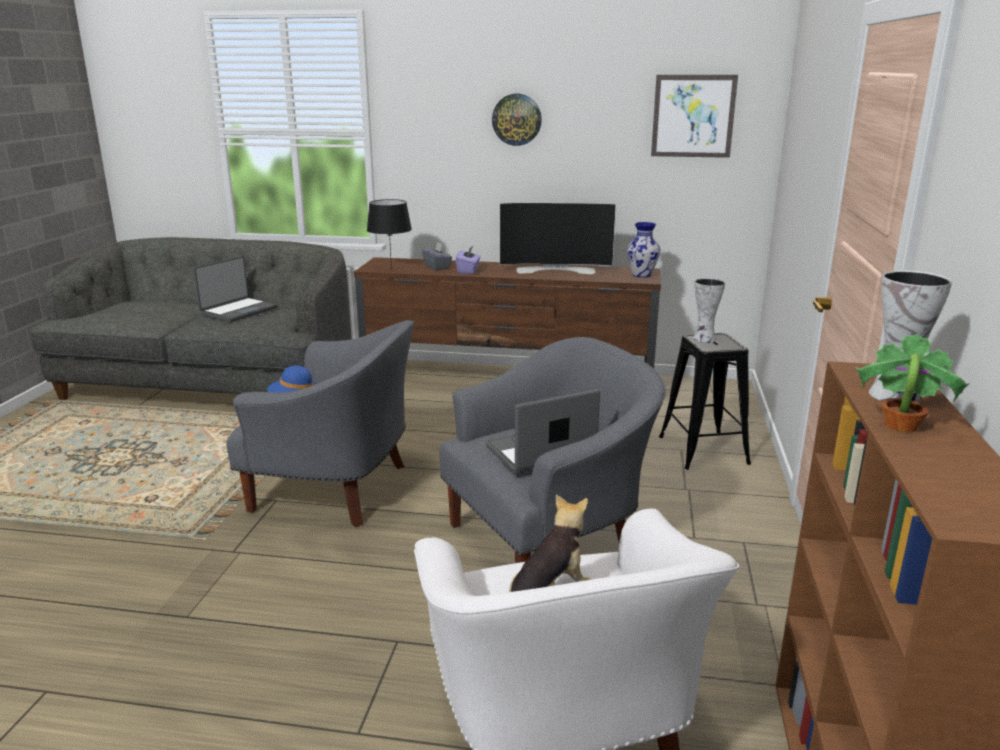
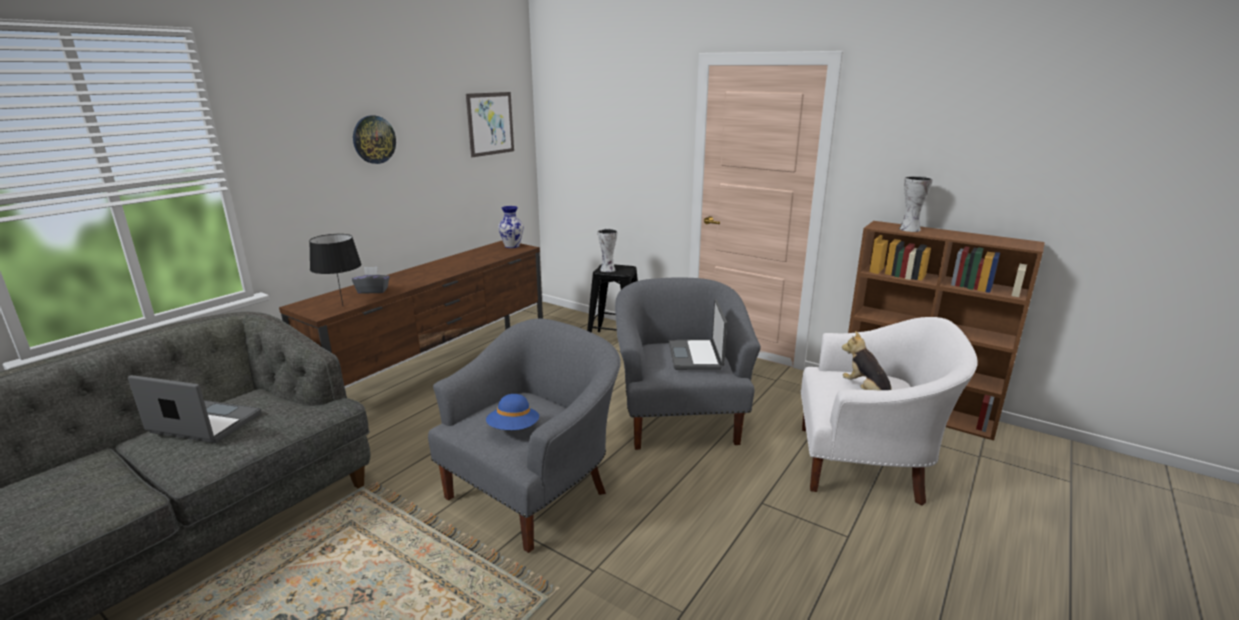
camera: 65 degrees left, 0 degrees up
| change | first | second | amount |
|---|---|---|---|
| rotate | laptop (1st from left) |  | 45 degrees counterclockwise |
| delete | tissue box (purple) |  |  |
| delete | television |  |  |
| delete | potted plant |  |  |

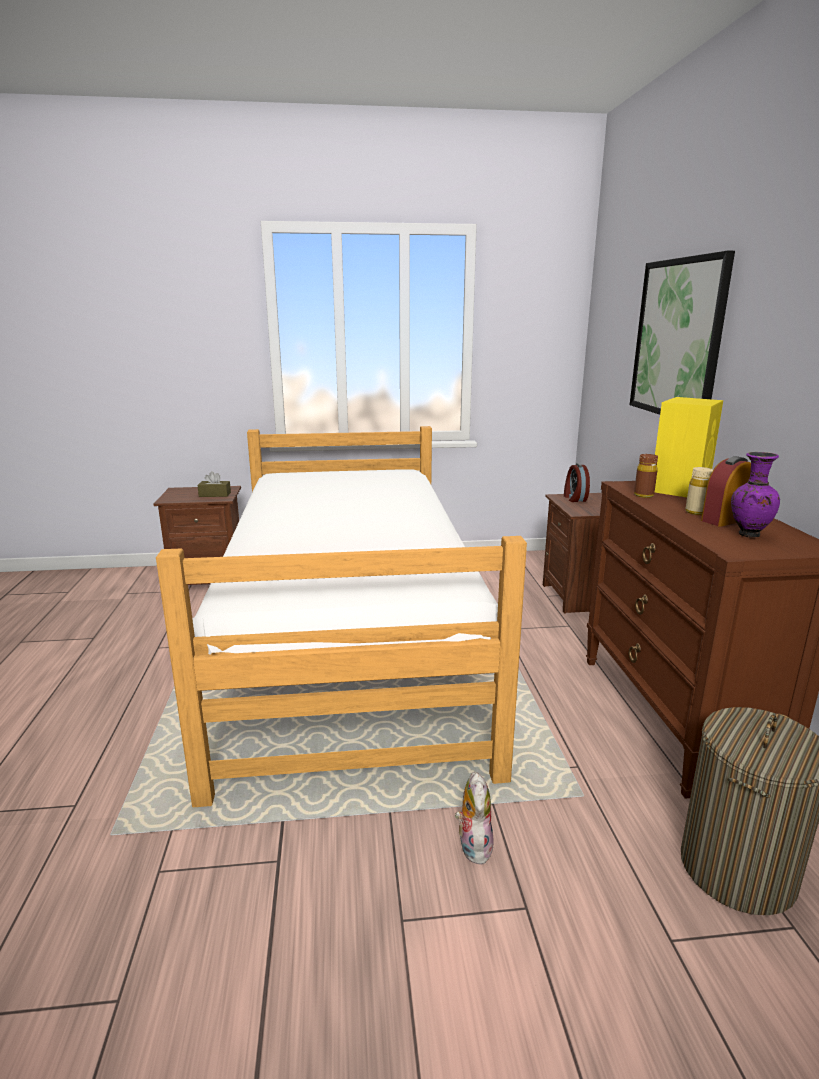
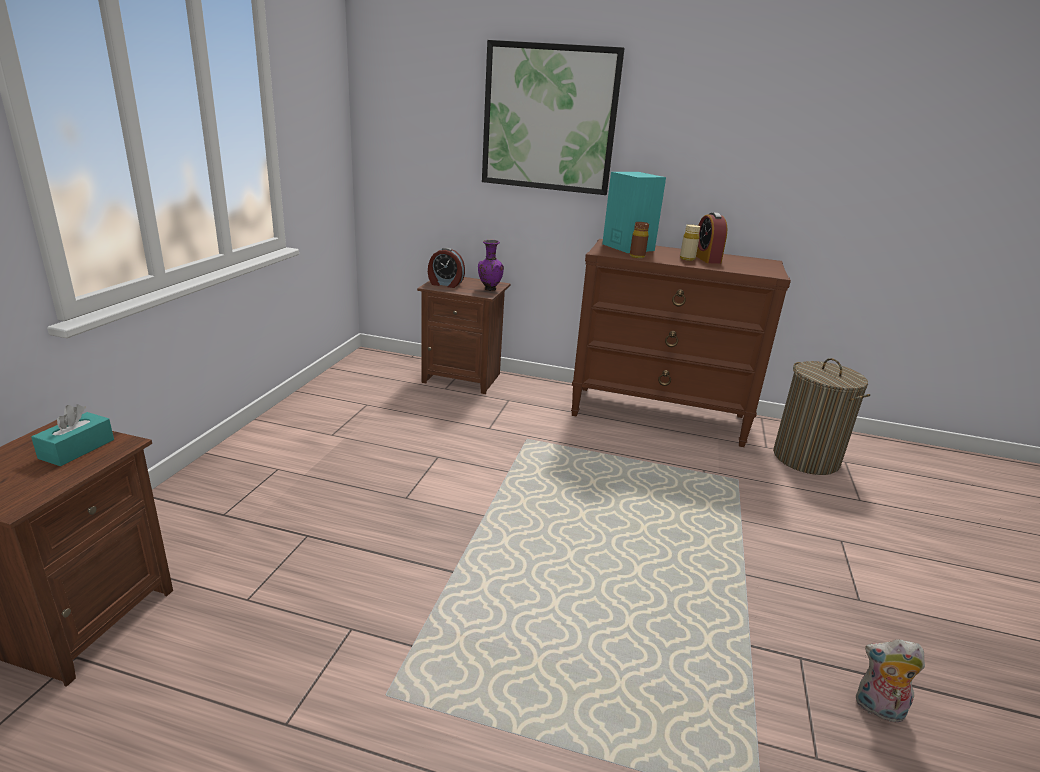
camera: 70 degrees left, 5 degrees up
| change | first | second | amount |
|---|---|---|---|
| recolor | tissue box (brown) | tissue box (turquoise) |  |
| move | vase (purple) |  |  |
| recolor | speaker (yellow) | speaker (turquoise) |  |
| move | plush toy |  |  |
| delete | bed |  |  |

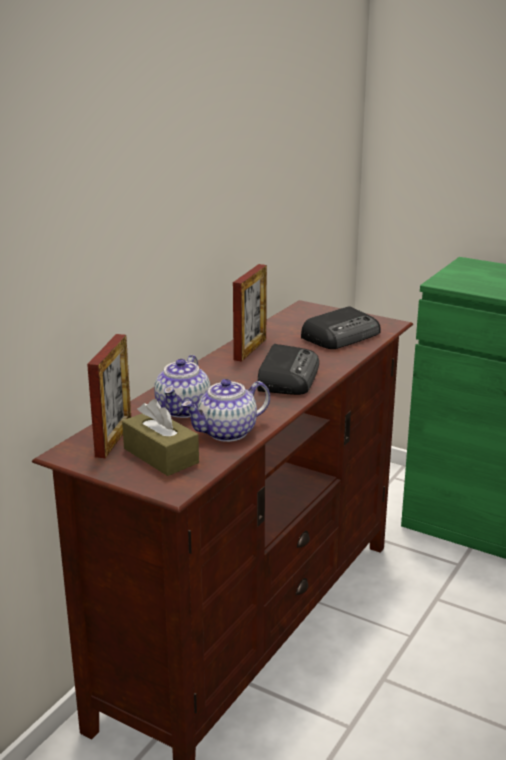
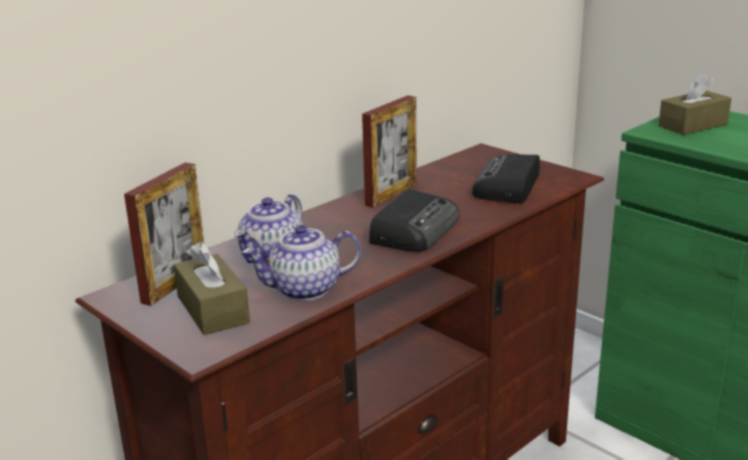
camera: 15 degrees right, 0 degrees up
| change | first | second | amount |
|---|---|---|---|
| rotate | radio (2nd from left) |  | 135 degrees clockwise |
| insert |  | tissue box (brown) (2nd from left) |  |

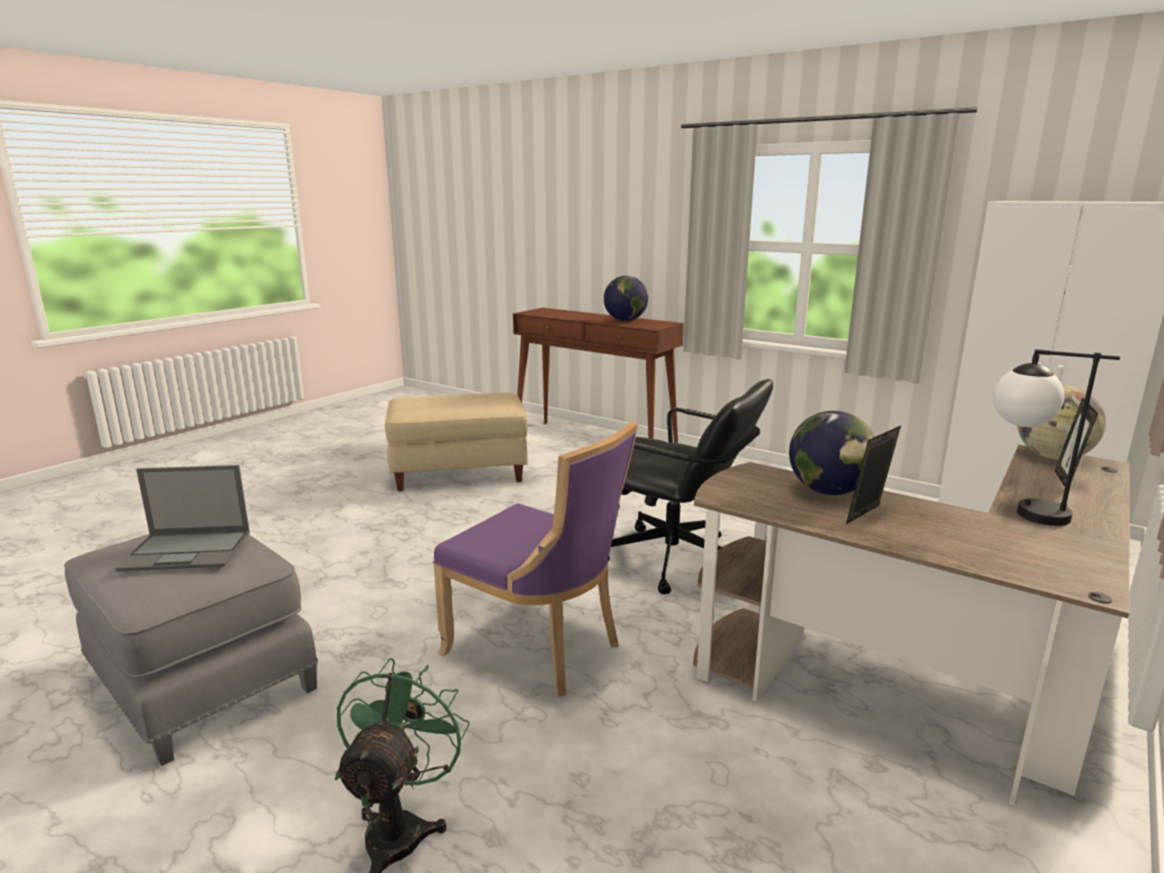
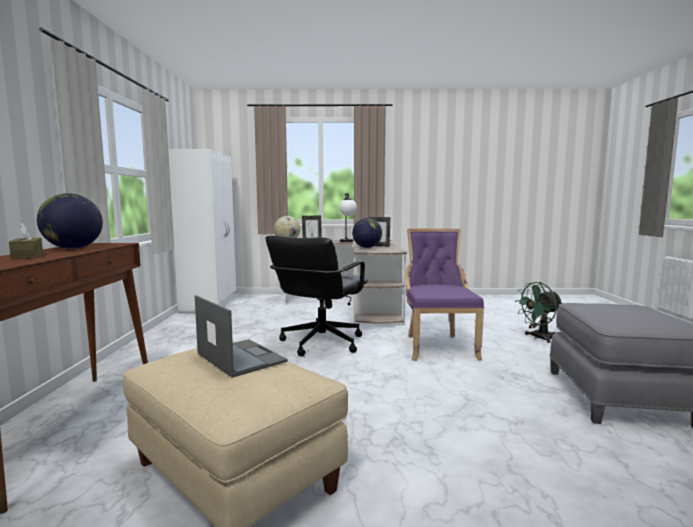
camera: 125 degrees left, 10 degrees down
| change | first | second | amount |
|---|---|---|---|
| insert |  | tissue box (brown) |  |
| move | laptop |  |  |
| rotate | office chair (black) |  | 150 degrees counterclockwise |

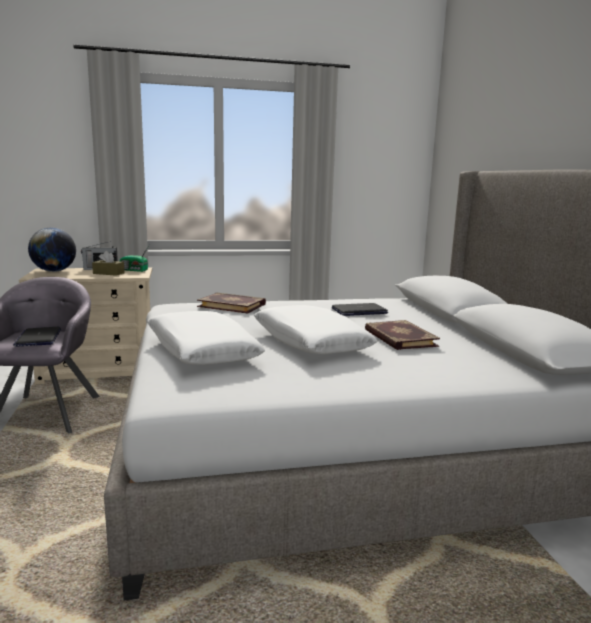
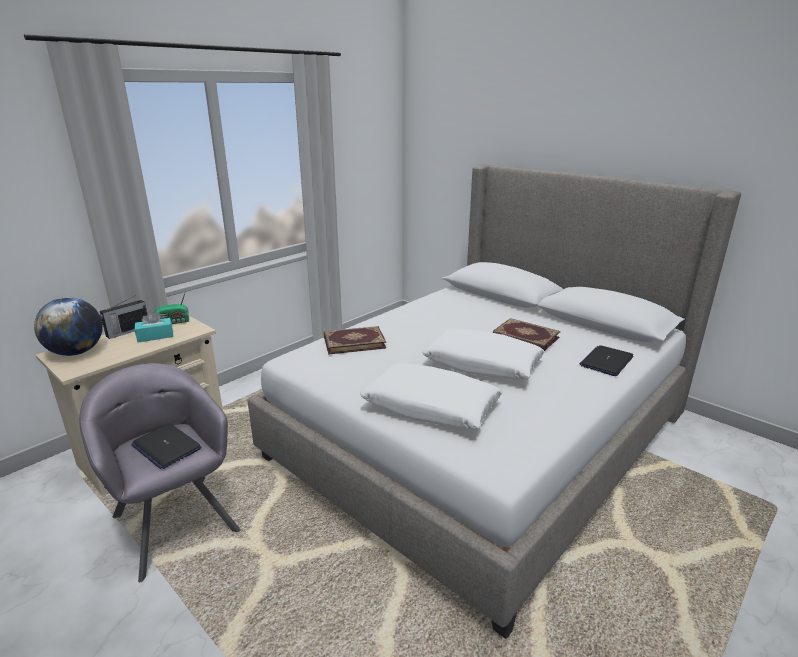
camera: 35 degrees left, 10 degrees up
| change | first | second | amount |
|---|---|---|---|
| recolor | tissue box (brown) | tissue box (turquoise) |  |
| move | laptop (2nd from left) |  |  |

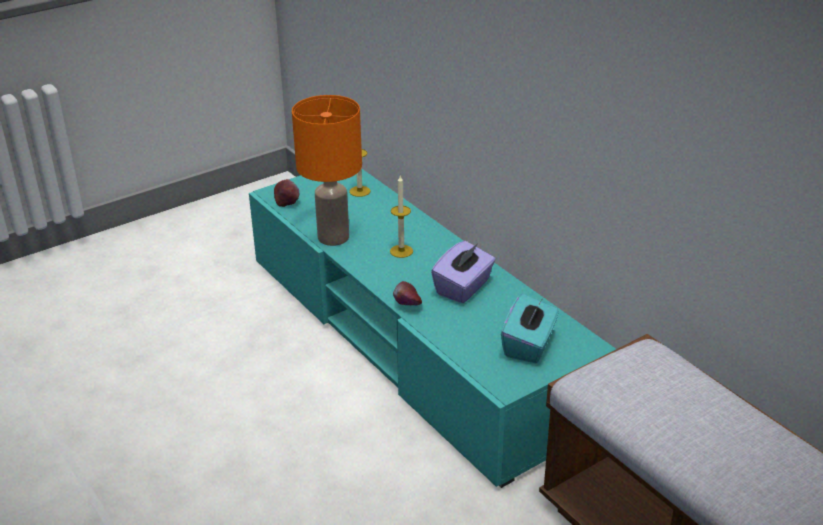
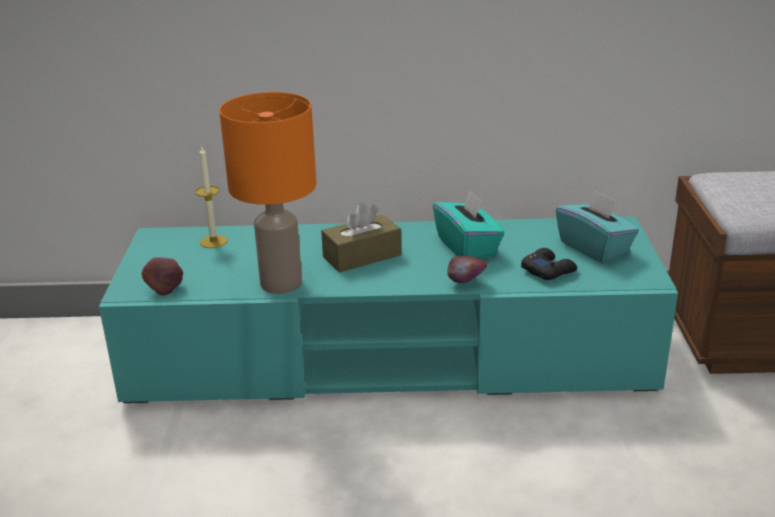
camera: 55 degrees left, 5 degrees down
| change | first | second | amount |
|---|---|---|---|
| replace | candle (2nd from left) | tissue box (brown) |  |
| recolor | tissue box (purple) | tissue box (turquoise) (1st from left) |  |
| insert |  | game controller (black) |  |

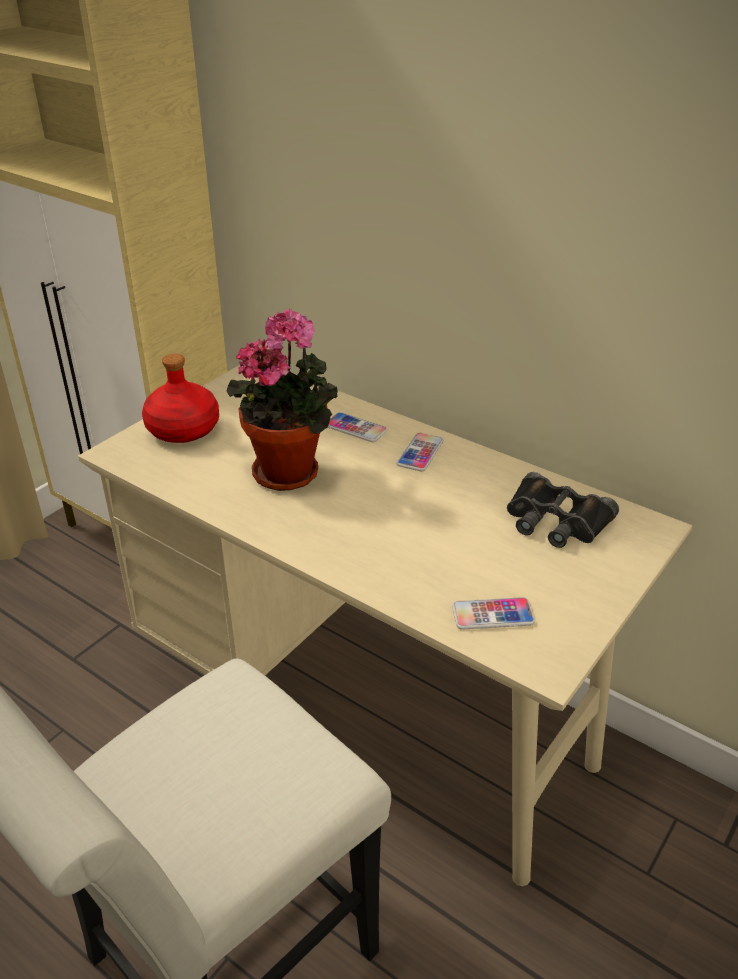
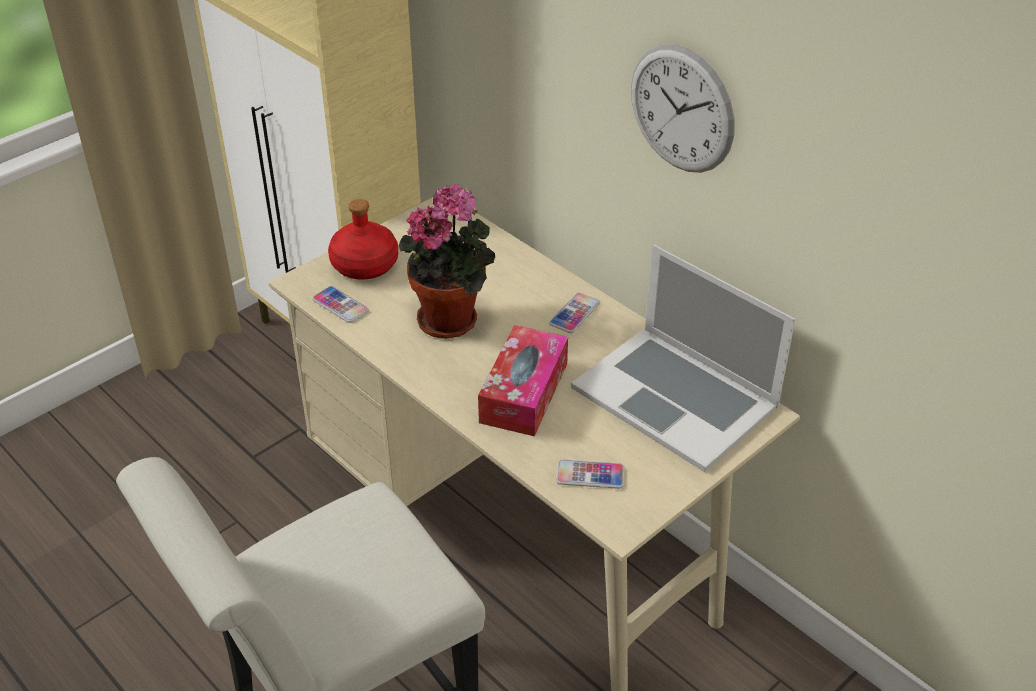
camera: 10 degrees right, 5 degrees up
| change | first | second | amount |
|---|---|---|---|
| move | phone (1st from left) |  |  |
| insert |  | tissue box |  |
| replace | binoculars (black) | laptop |  |
| insert |  | wall clock |  |

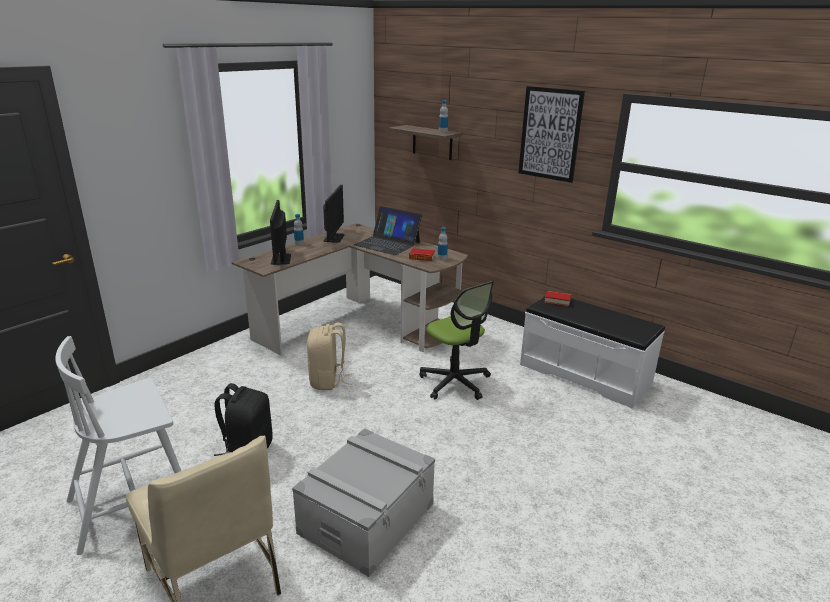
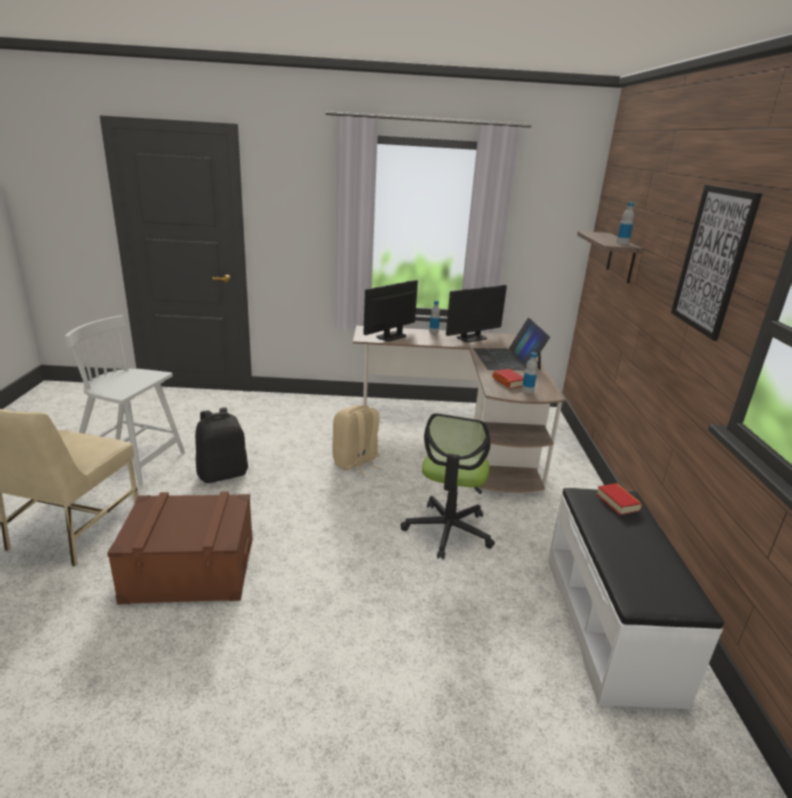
camera: 50 degrees right, 0 degrees up
| change | first | second | amount |
|---|---|---|---|
| recolor | storage box (grey) | storage box (brown) |  |

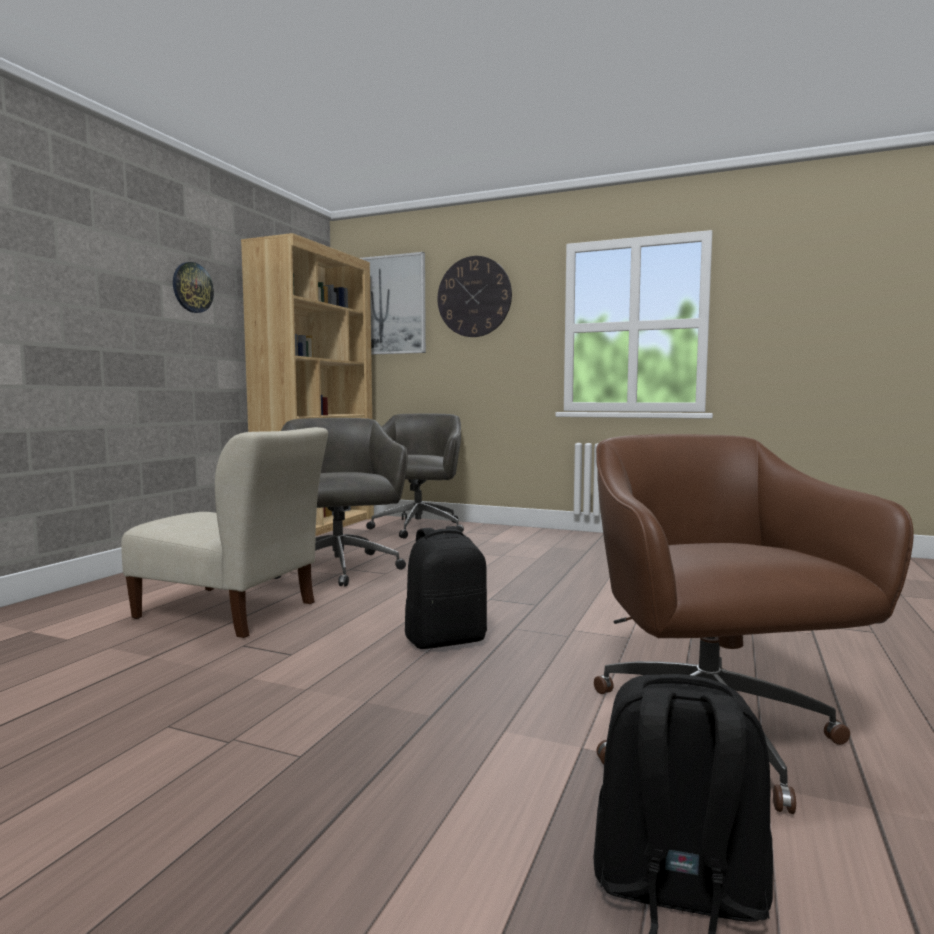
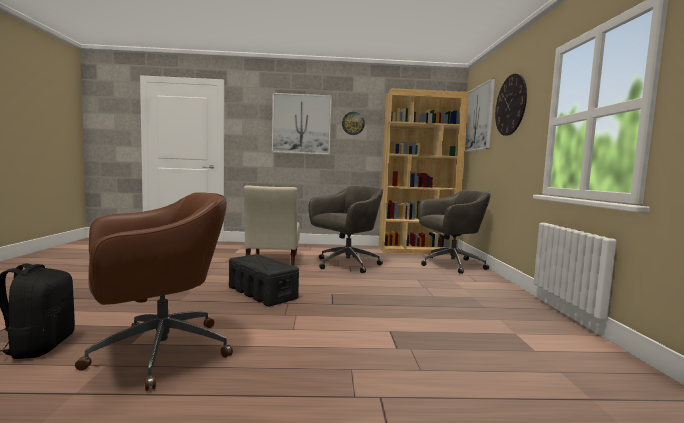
camera: 65 degrees right, 0 degrees up
| change | first | second | amount |
|---|---|---|---|
| replace | backpack (black) (1st from left) | storage box (black) |  |
| insert |  | picture (1st from left) |  |

